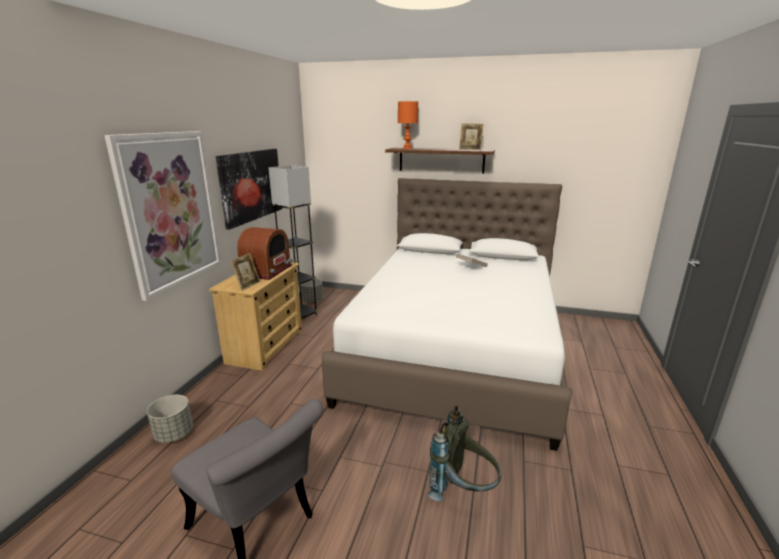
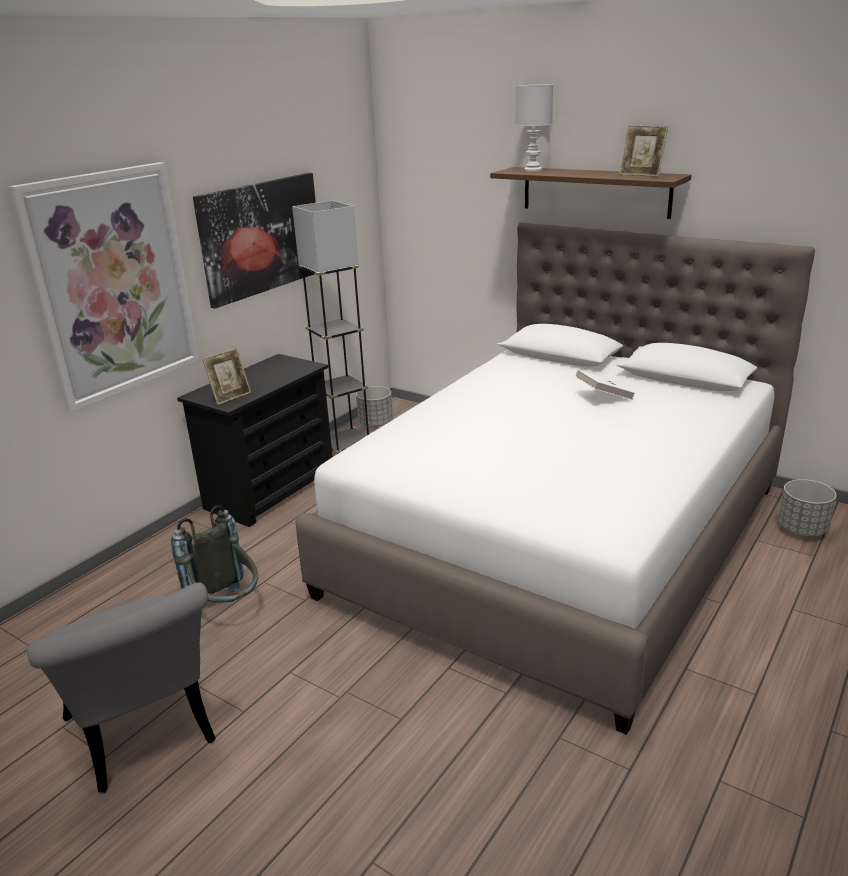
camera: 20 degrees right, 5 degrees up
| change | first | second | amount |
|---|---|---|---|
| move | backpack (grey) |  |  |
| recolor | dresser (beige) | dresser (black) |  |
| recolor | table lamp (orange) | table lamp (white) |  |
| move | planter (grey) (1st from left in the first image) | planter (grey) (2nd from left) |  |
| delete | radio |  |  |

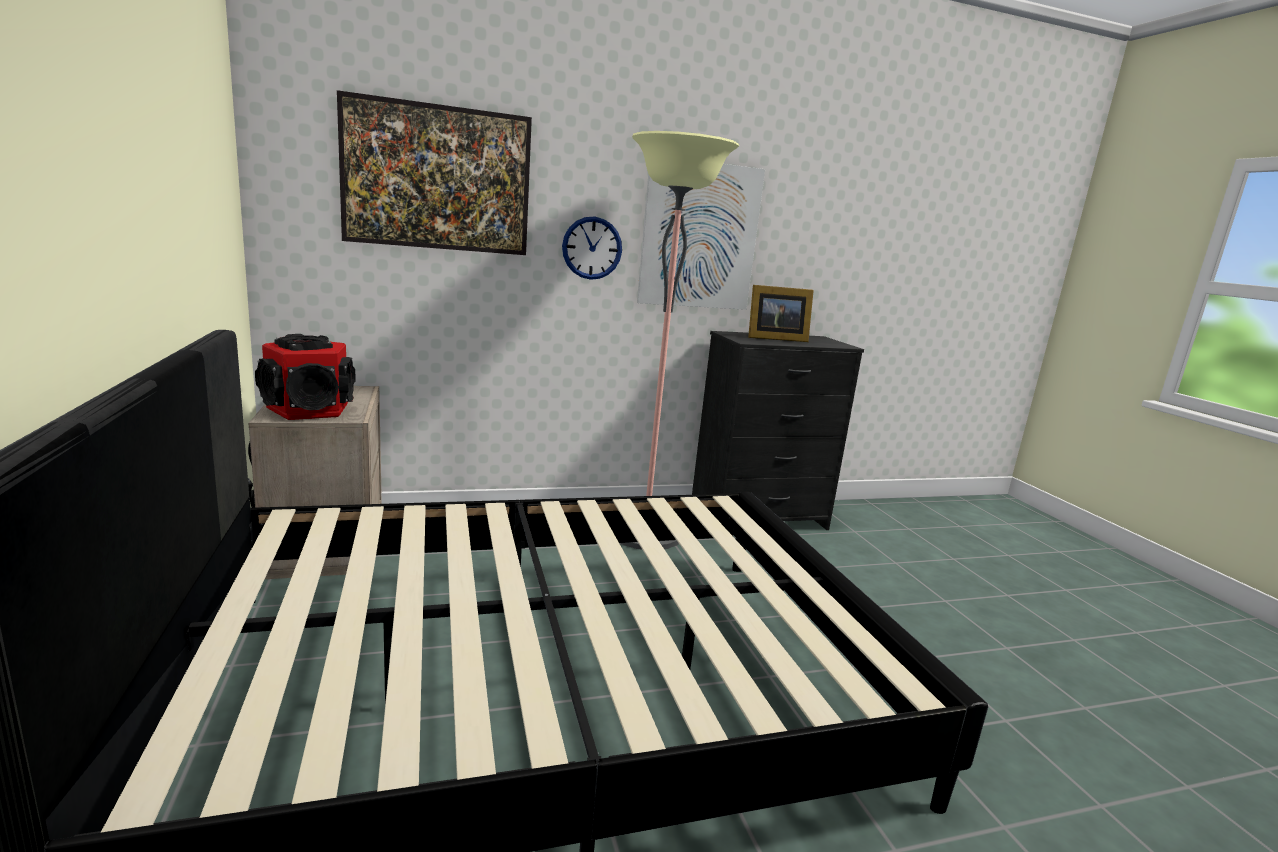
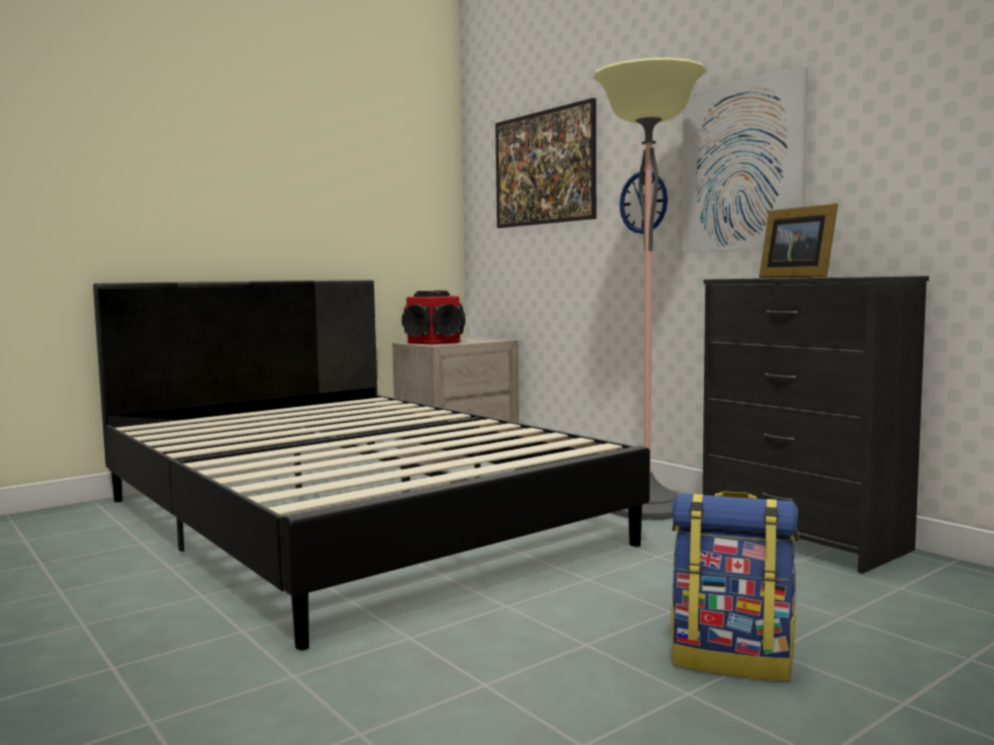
camera: 70 degrees right, 10 degrees down
| change | first | second | amount |
|---|---|---|---|
| insert |  | backpack |  |

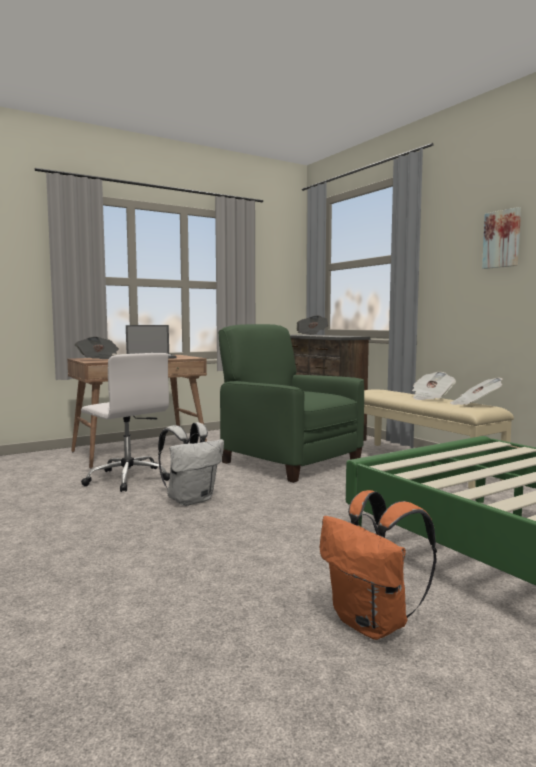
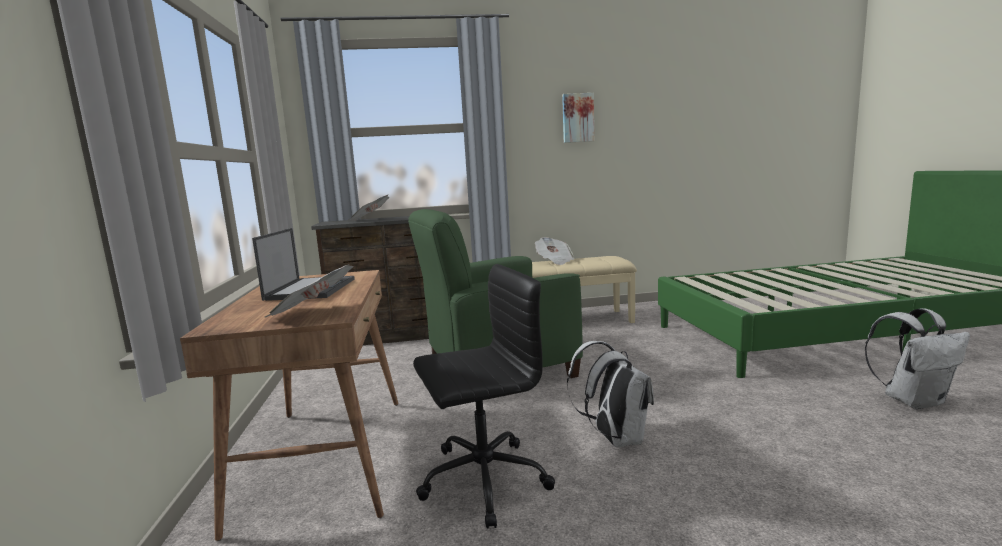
camera: 65 degrees left, 5 degrees up
| change | first | second | amount |
|---|---|---|---|
| recolor | office chair (white) | office chair (black) |  |
| recolor | backpack (orange) | backpack (white) (2nd from left) |  |
| delete | newspaper (4th from left) |  |  |

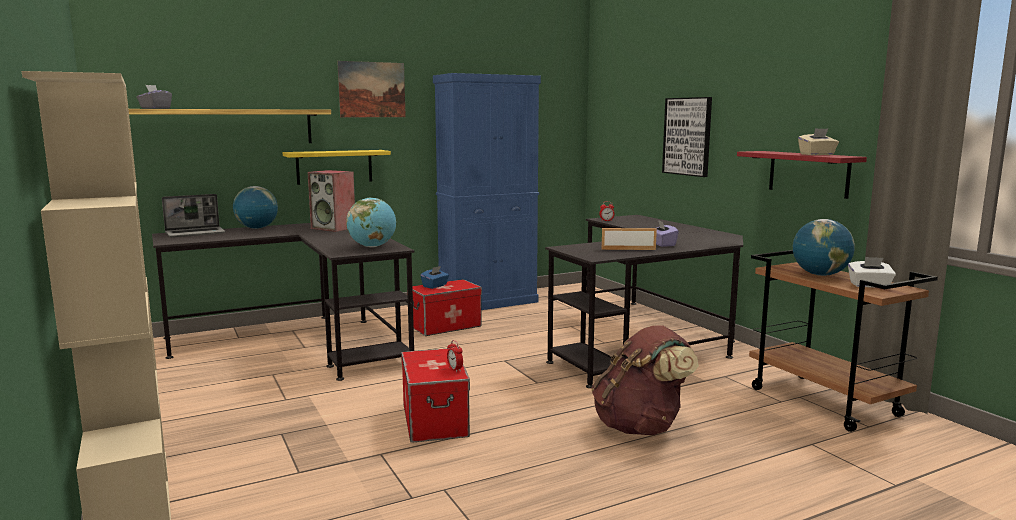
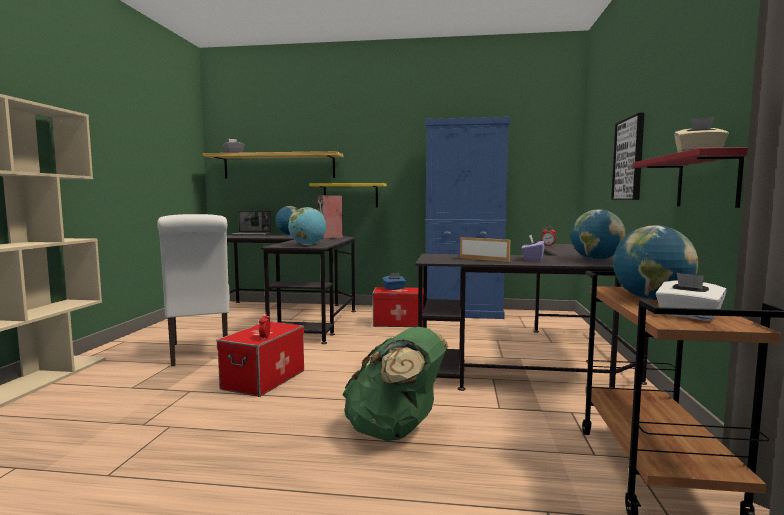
camera: 35 degrees right, 5 degrees down
| change | first | second | amount |
|---|---|---|---|
| insert |  | chair (white) |  |
| recolor | backpack (brown) | backpack (green) |  |
| insert |  | globe (3rd from left) |  |
| delete | picture (1st from left) |  |  |

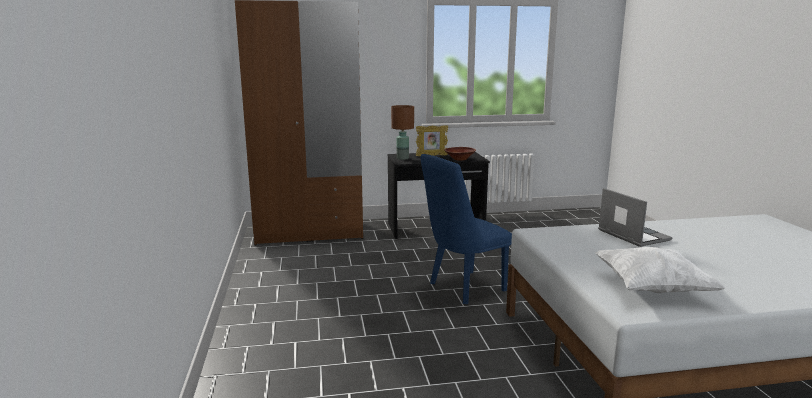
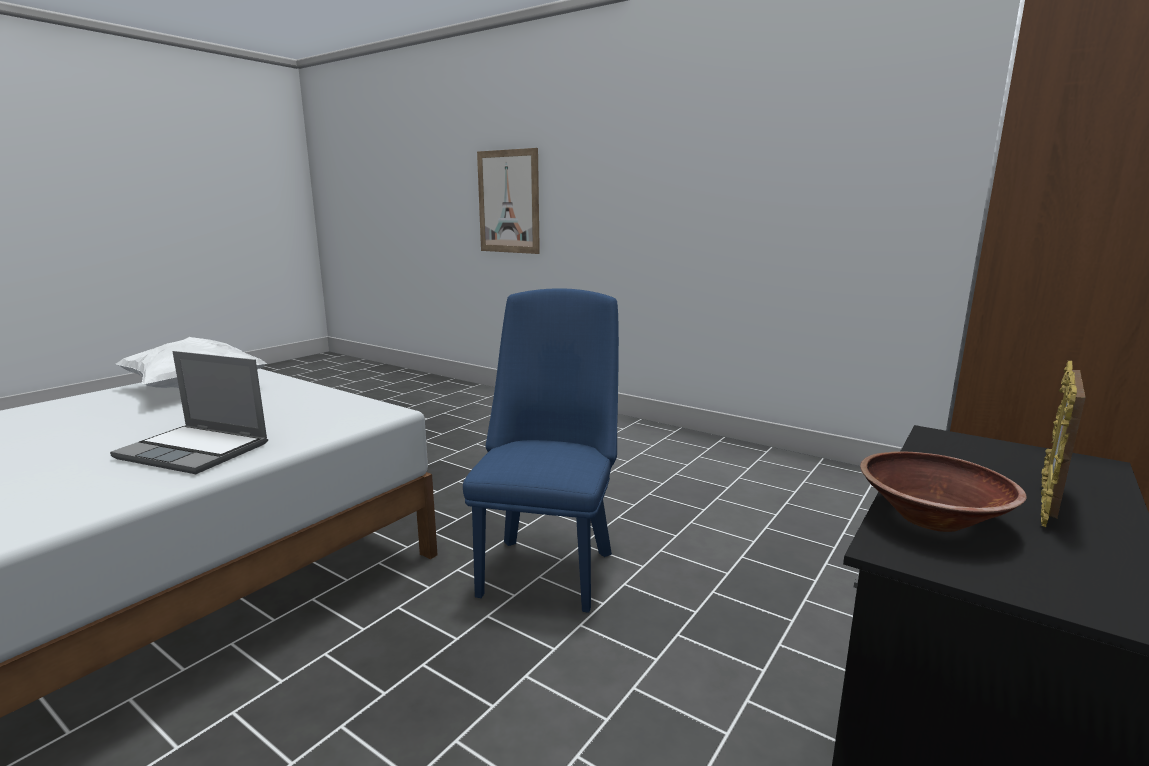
camera: 135 degrees right, 0 degrees up
| change | first | second | amount |
|---|---|---|---|
| insert |  | picture |  |
| delete | table lamp (brown) |  |  |

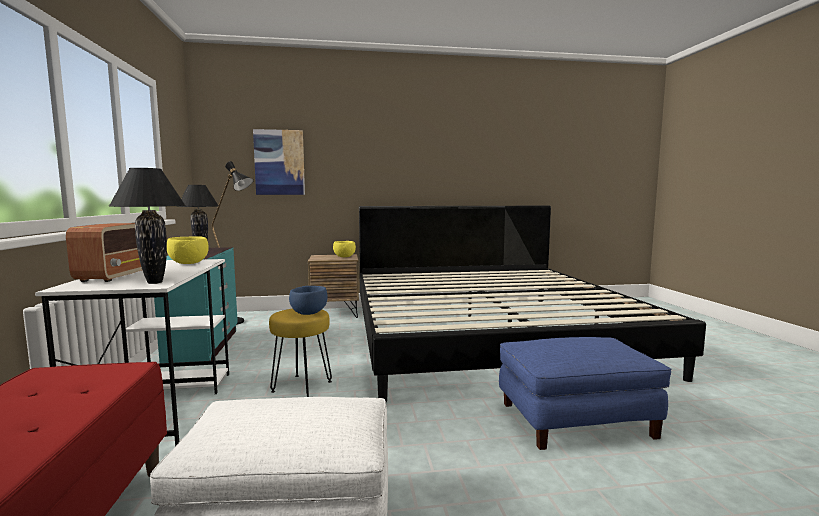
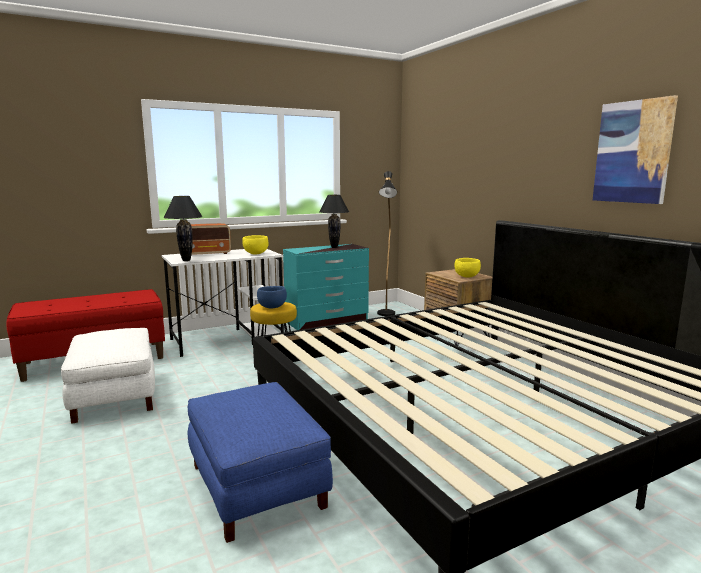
camera: 70 degrees right, 5 degrees up
| change | first | second | amount |
|---|---|---|---|
| move | picture |  |  |

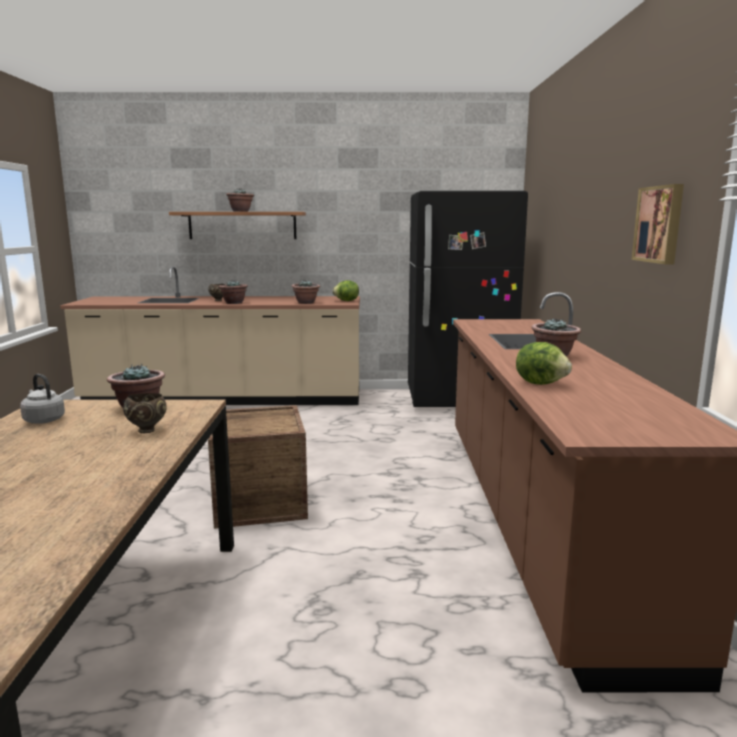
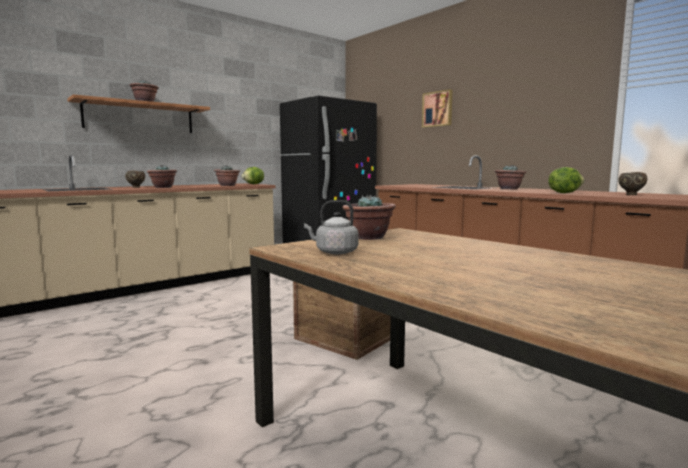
camera: 40 degrees left, 5 degrees down
| change | first | second | amount |
|---|---|---|---|
| move | picture |  |  |
| move | bowl (brown) (1st from left in the first image) | bowl (brown) (2nd from left) |  |

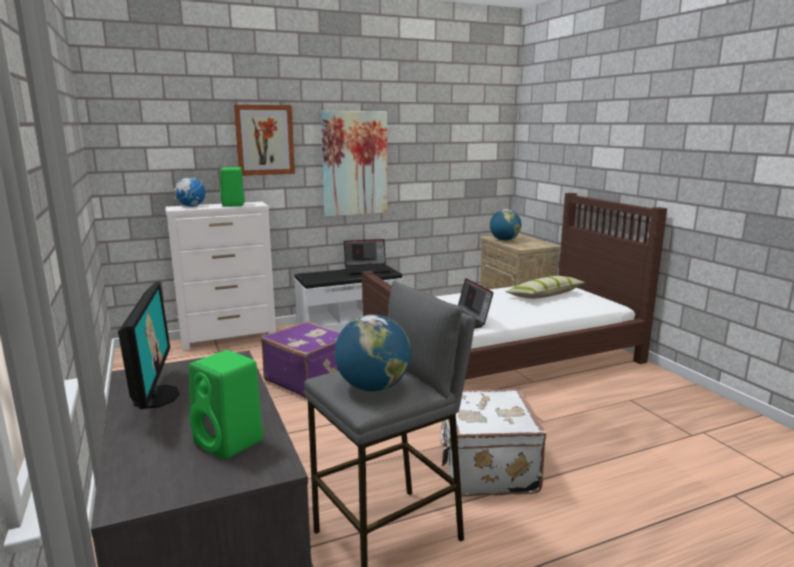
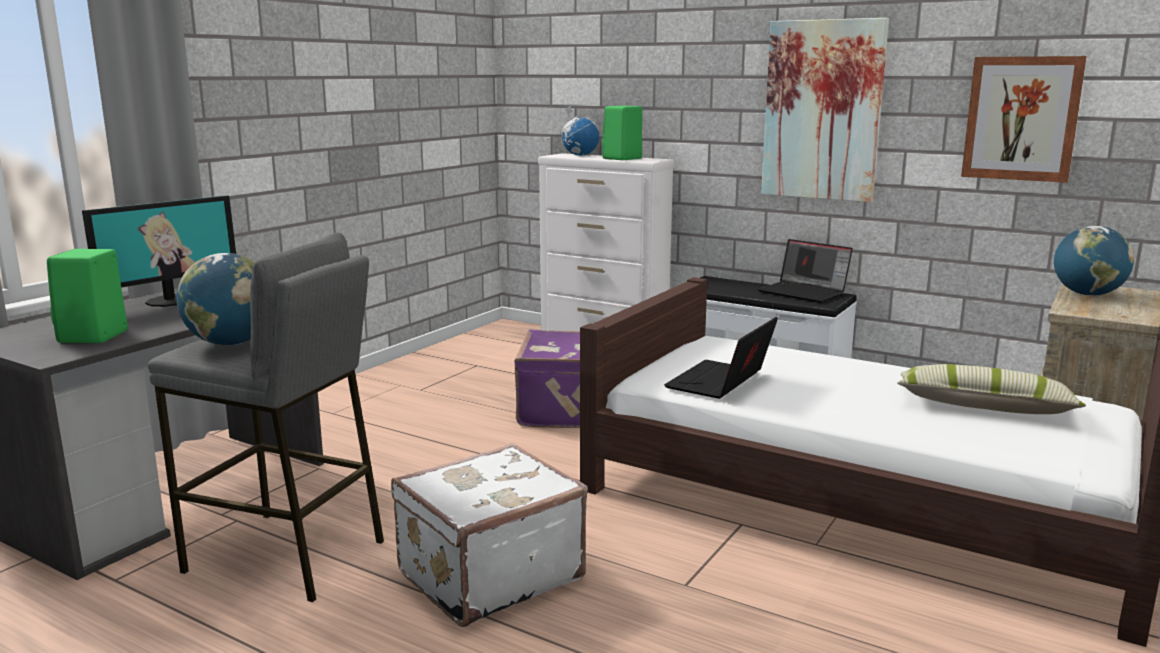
camera: 55 degrees right, 0 degrees up
| change | first | second | amount |
|---|---|---|---|
| move | picture (1st from left in the first image) | picture (2nd from left) |  |

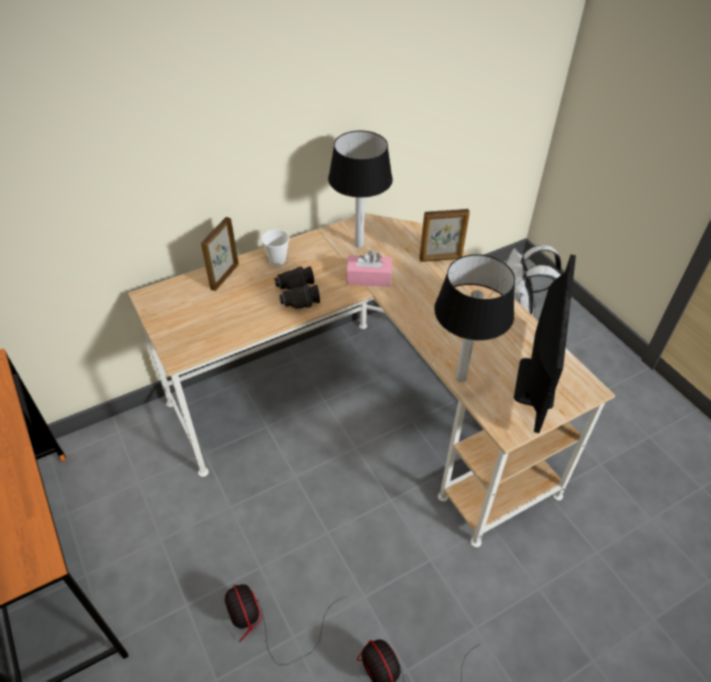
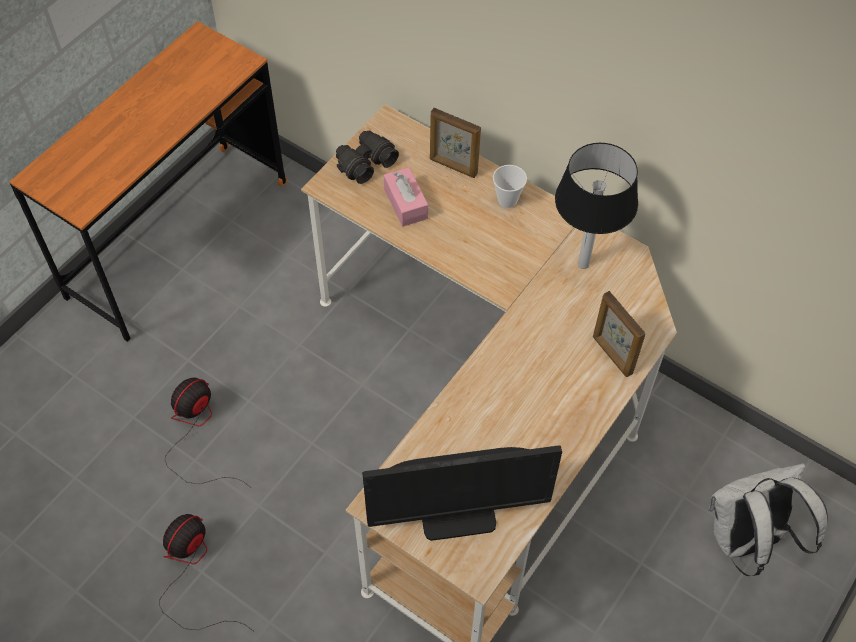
camera: 65 degrees right, 10 degrees up
| change | first | second | amount |
|---|---|---|---|
| move | binoculars (black) |  |  |
| move | tissue box (pink) |  |  |
| rotate | picture frame (1st from left) |  | 150 degrees counterclockwise |
| delete | table lamp (2nd from left) |  |  |

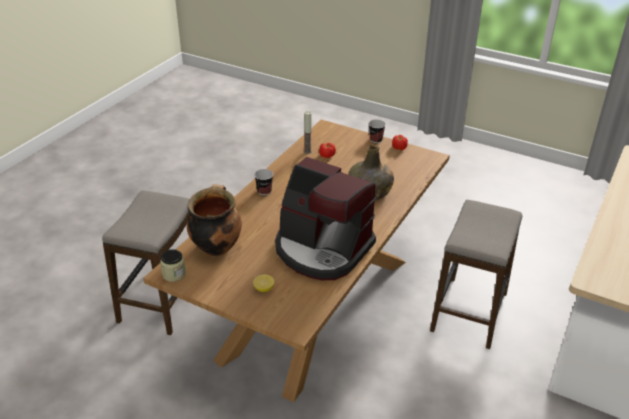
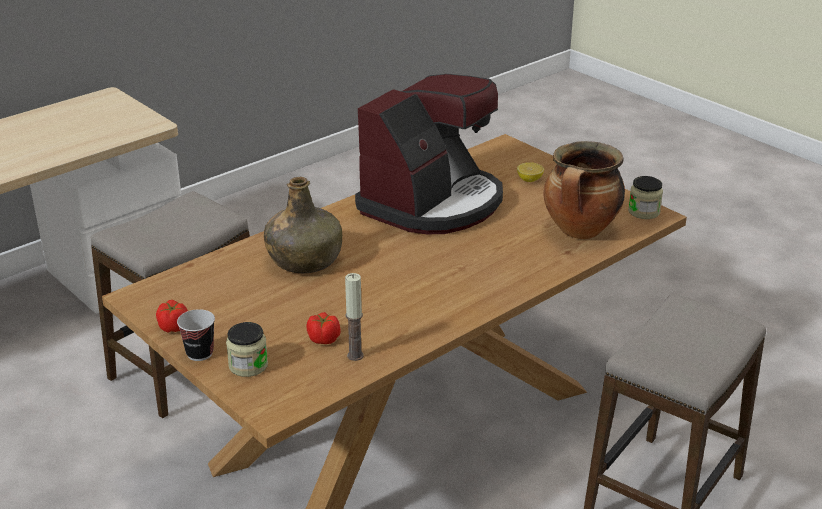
camera: 160 degrees left, 5 degrees down
| change | first | second | amount |
|---|---|---|---|
| insert |  | jar (1st from left) |  |
| rotate | coffee machine |  | 75 degrees clockwise |
| delete | cup (1st from left) |  |  |

